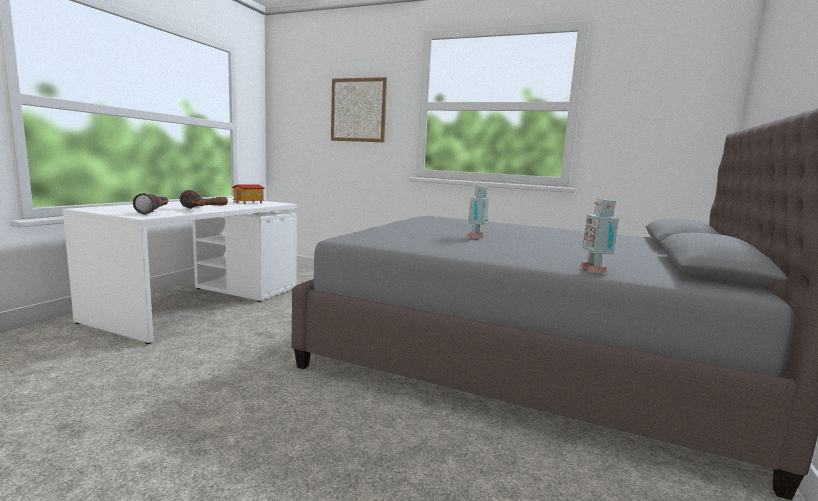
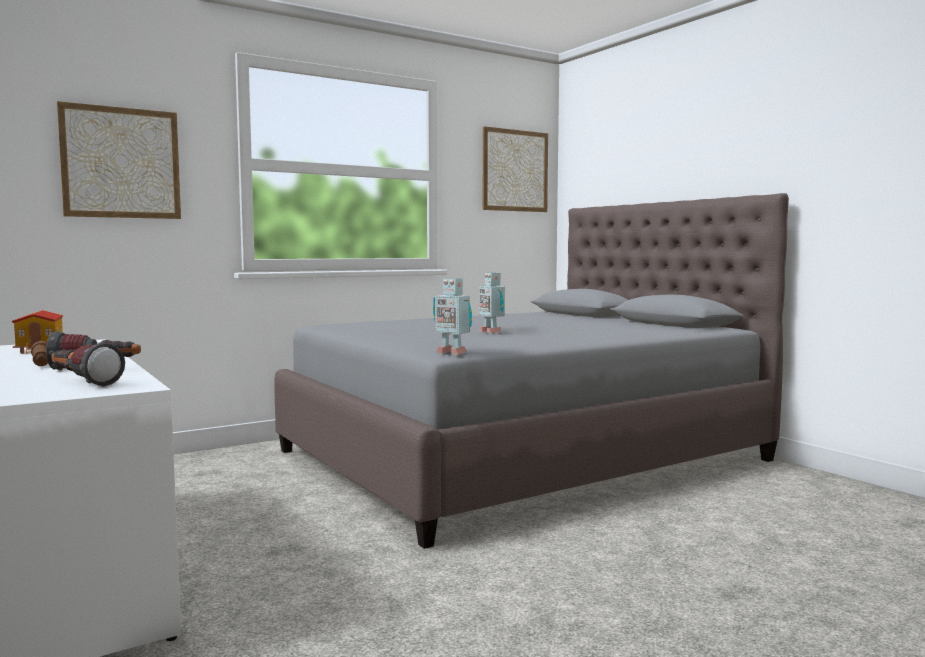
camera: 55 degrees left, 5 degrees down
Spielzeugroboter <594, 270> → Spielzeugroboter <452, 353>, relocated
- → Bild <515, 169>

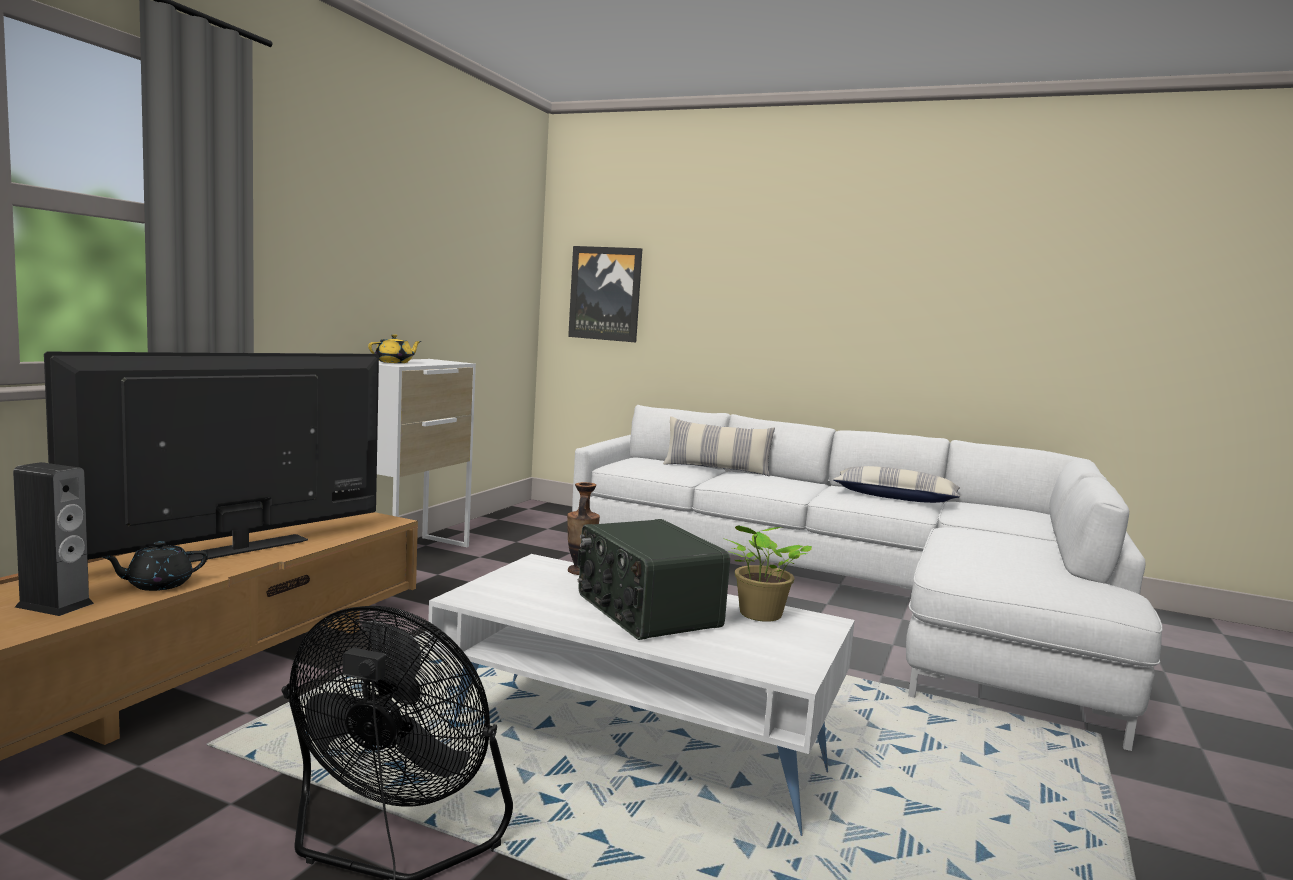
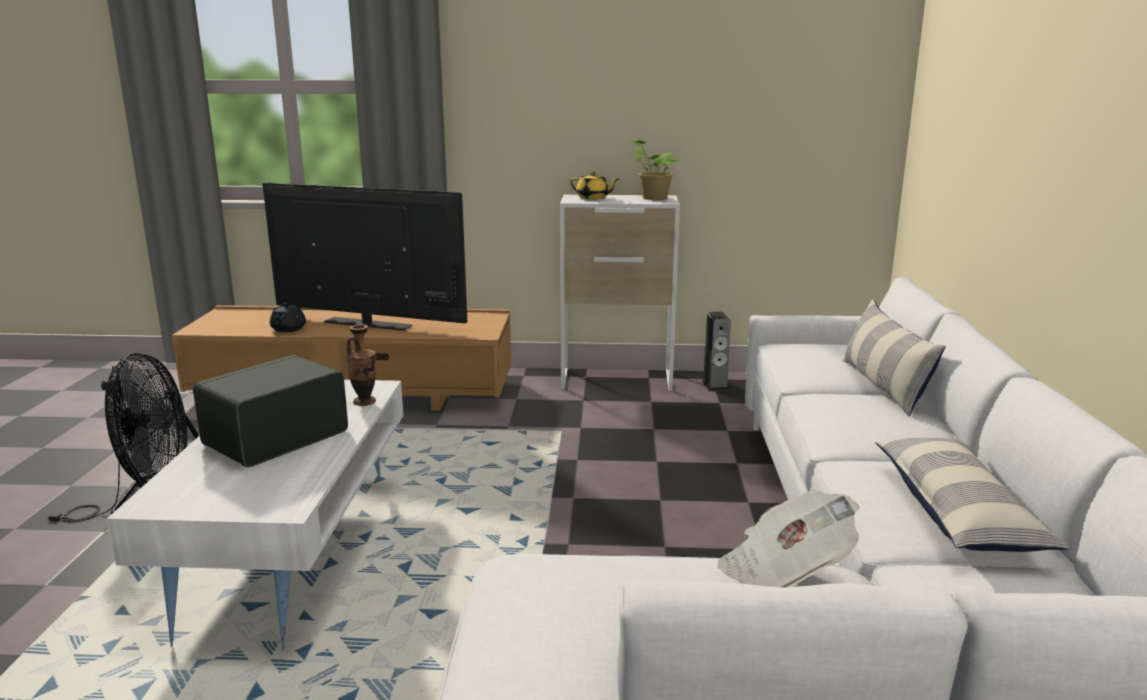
camera: 70 degrees right, 10 degrees up
Lautsprecher <54, 605> → Lautsprecher <714, 385>, relocated
Teekanne (schwarz) <158, 585> → Teekanne (schwarz) <288, 329>, 120 degrees counterclockwise
Bild <605, 293> → -
Topfpflanze <758, 615> → Topfpflanze <652, 198>, relocated
- → Zeitung <784, 571>

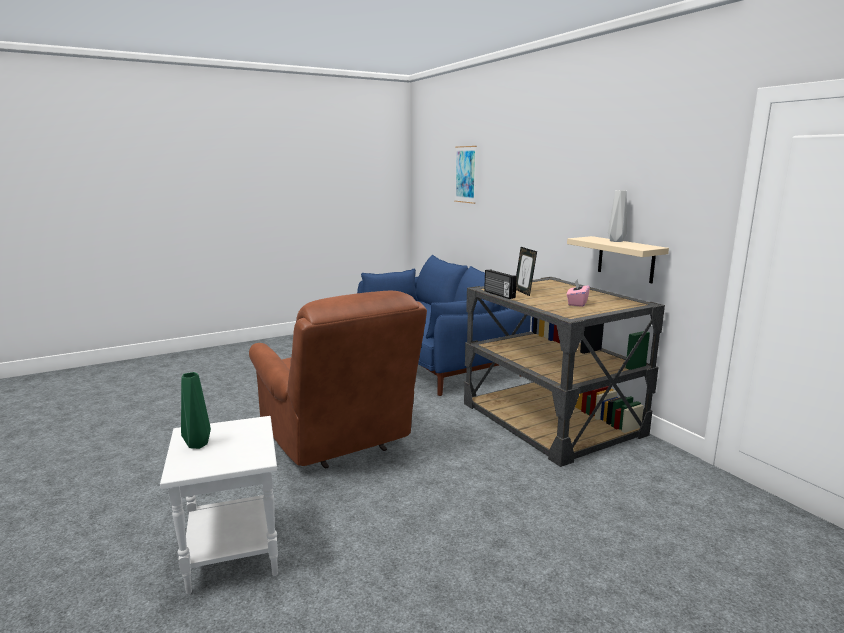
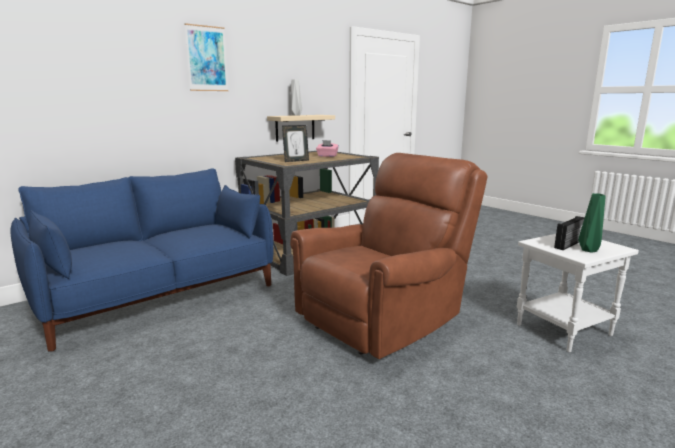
camera: 100 degrees left, 0 degrees up
Bild <465, 174> → Bild <207, 58>, relocated
Radio <498, 294> → Radio <569, 244>, relocated

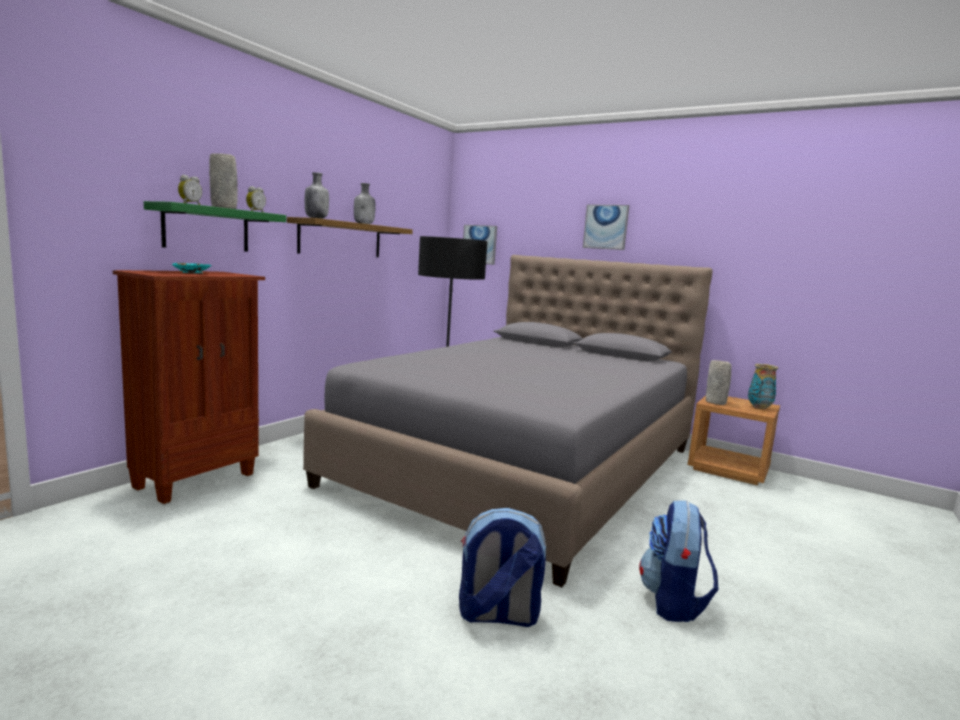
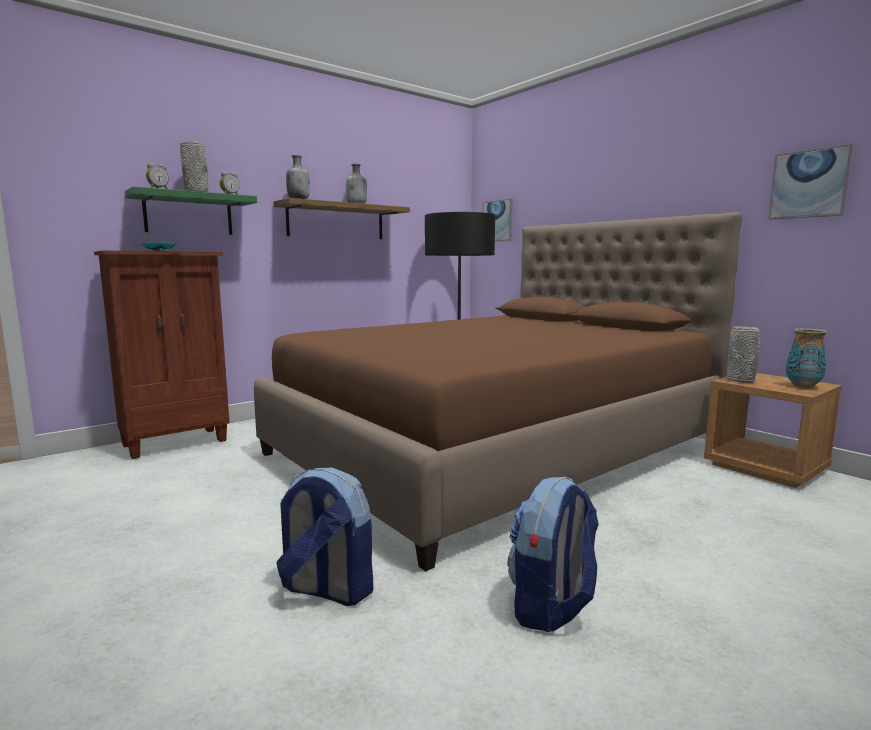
camera: 20 degrees right, 0 degrees up
Bett (grau) <524, 466> → Bett (braun) <496, 449>
Bild <606, 227> → Bild <809, 184>, relocated

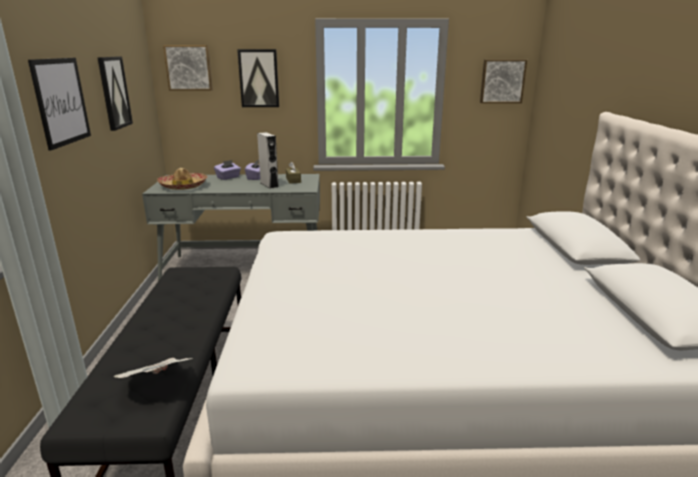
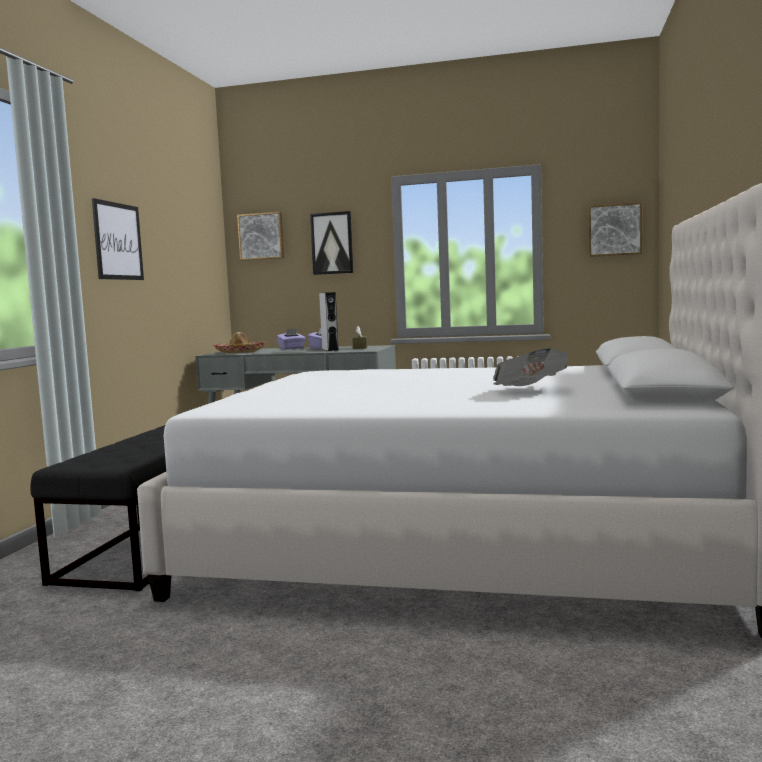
camera: 15 degrees right, 15 degrees down
Bild <114, 92> → -
Zeitung <159, 382> → Zeitung <530, 390>, relocated

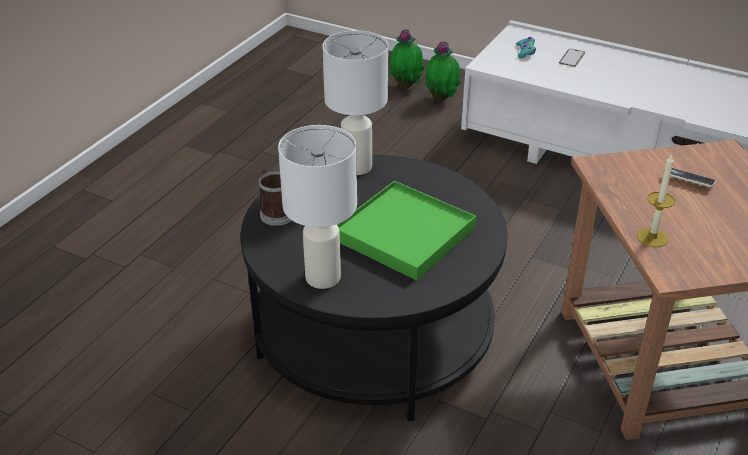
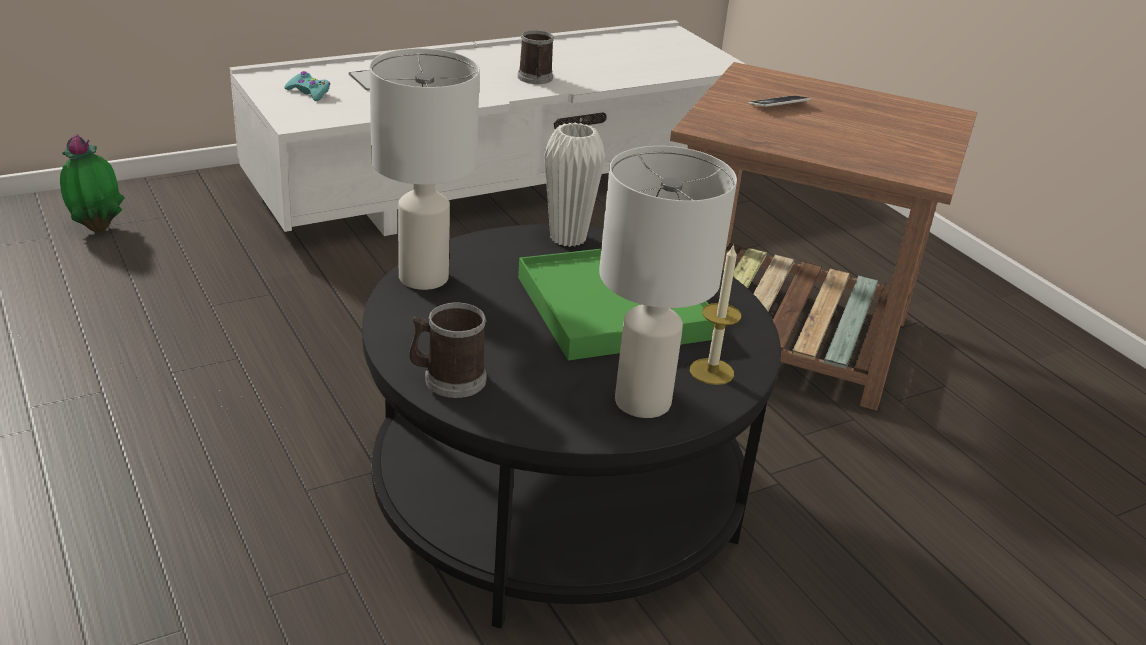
camera: 60 degrees left, 5 degrees down
Topfpflanze <442, 99> → -
Kerze <652, 237> → Kerze <711, 371>, relocated
- → Henkelbecher <535, 79>
- → Vase (weiß) <568, 238>

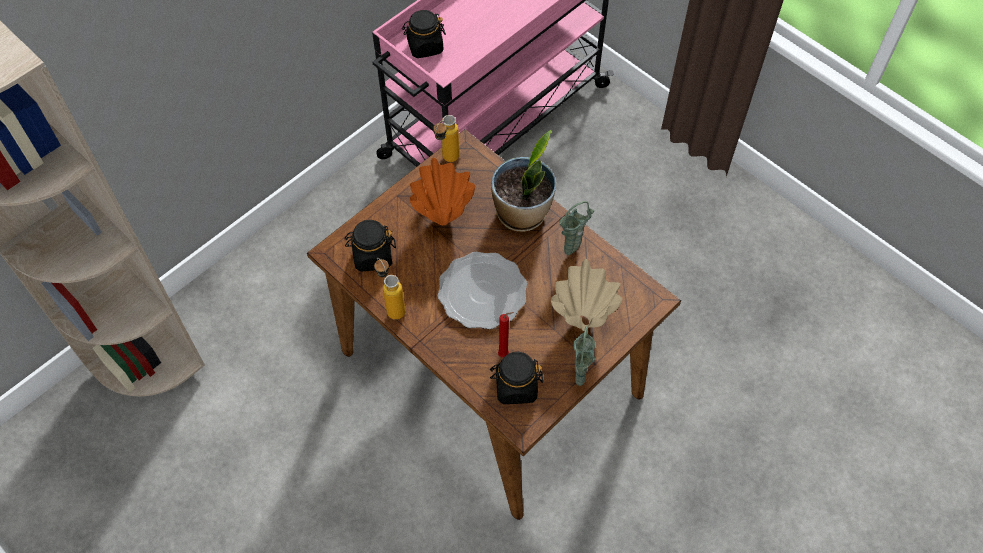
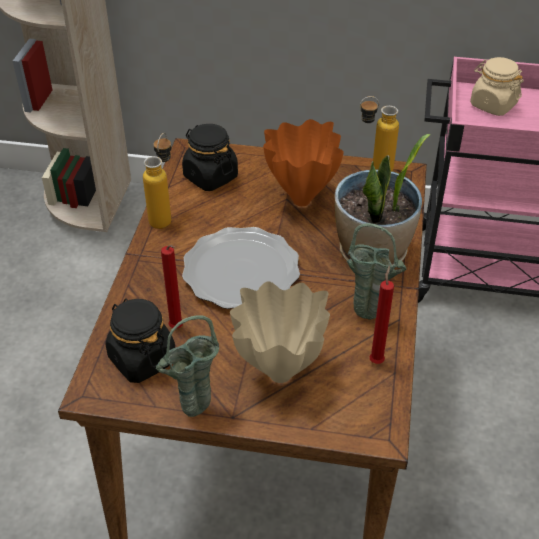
camera: 55 degrees right, 15 degrees down
Vorratsglas (schwarz) <425, 46> → Vorratsglas (beige) <492, 105>
- → Kerze (rot) <376, 360>

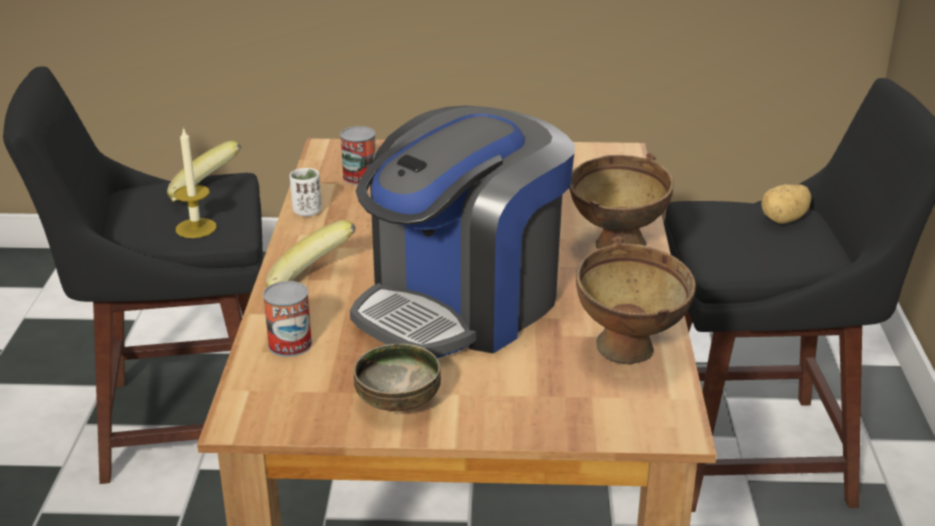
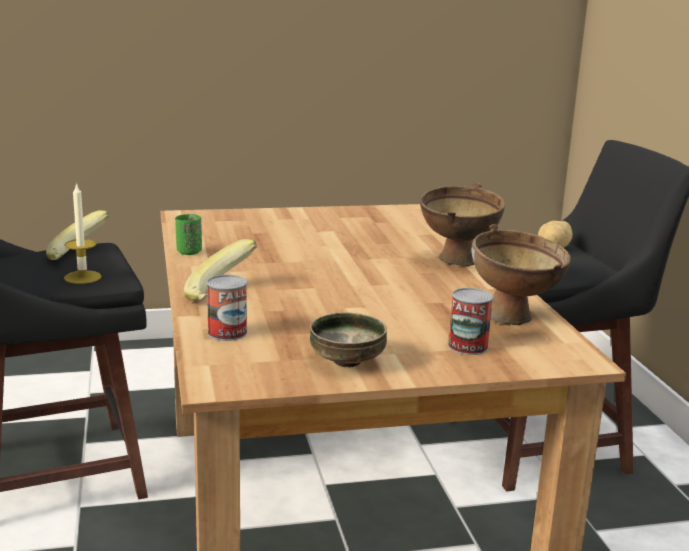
camera: 15 degrees left, 10 degrees down
Tasse (weiß) <307, 211> → Tasse (grün) <189, 252>
Dose <359, 177> → Dose <468, 346>, relocated
Kaffeemaschine <462, 305> → -

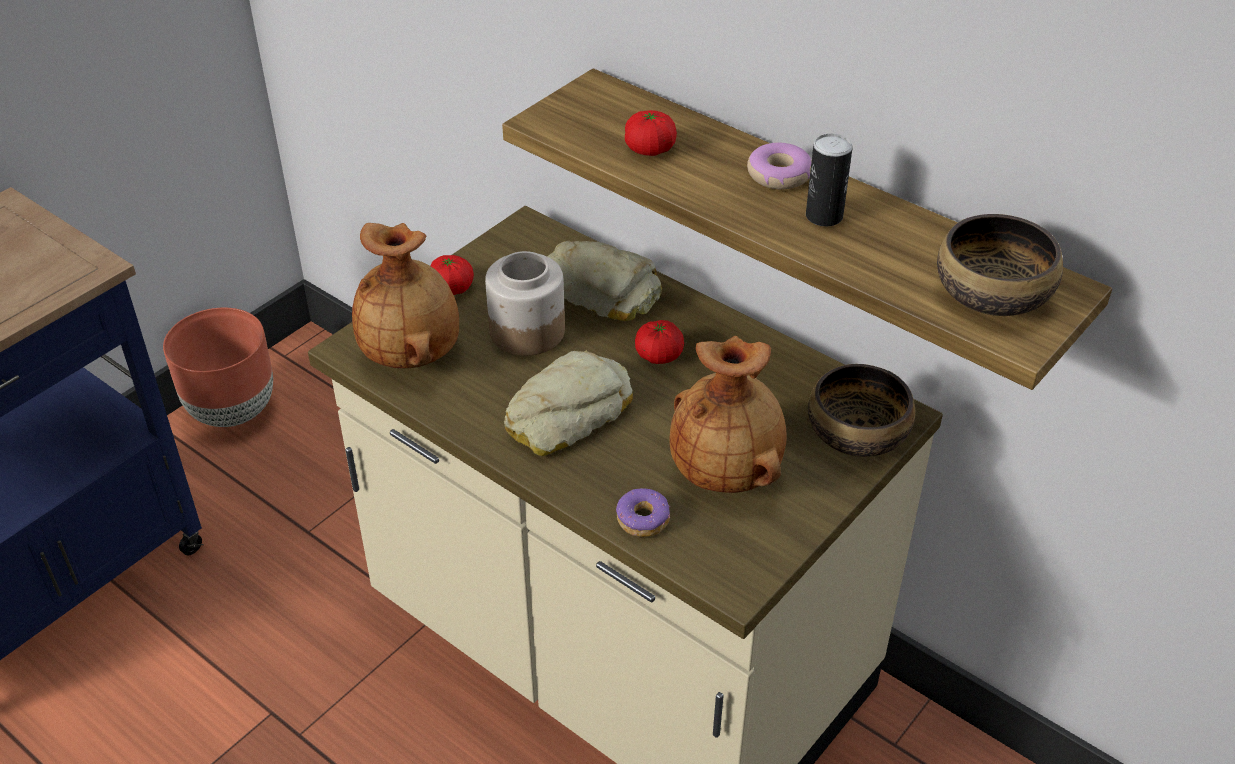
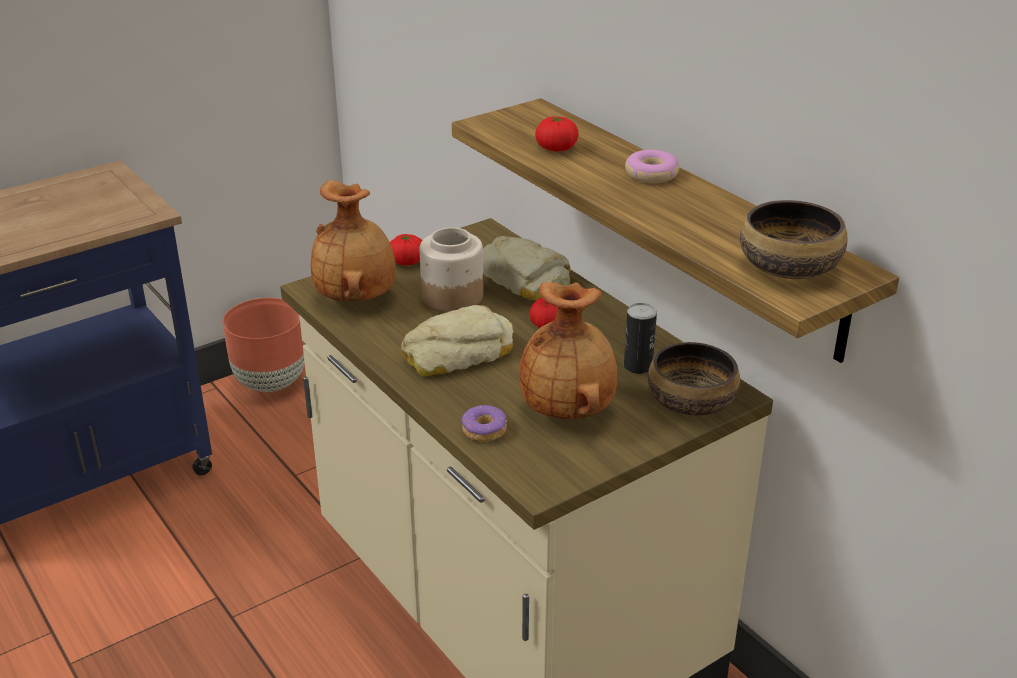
camera: 15 degrees right, 10 degrees down
Dose <824, 216> → Dose <638, 366>, relocated

